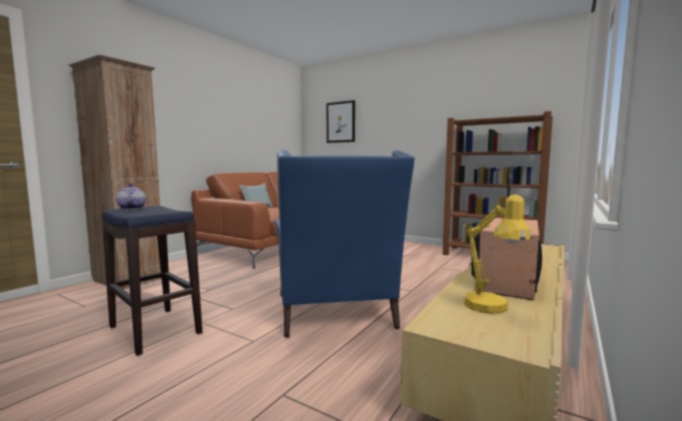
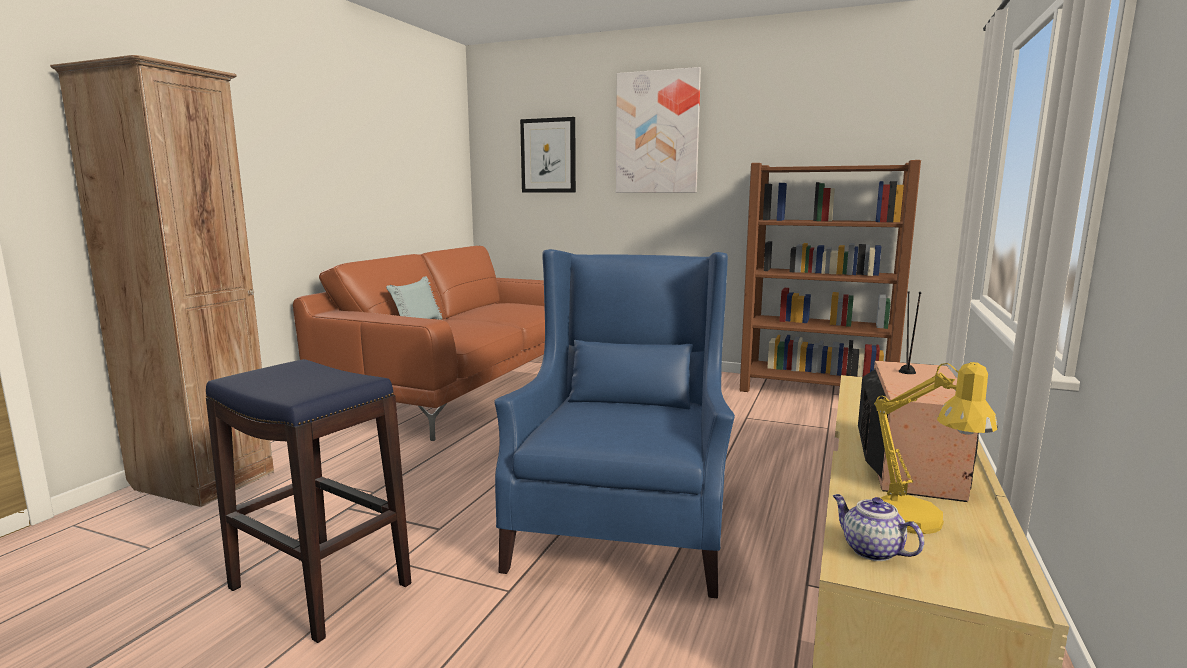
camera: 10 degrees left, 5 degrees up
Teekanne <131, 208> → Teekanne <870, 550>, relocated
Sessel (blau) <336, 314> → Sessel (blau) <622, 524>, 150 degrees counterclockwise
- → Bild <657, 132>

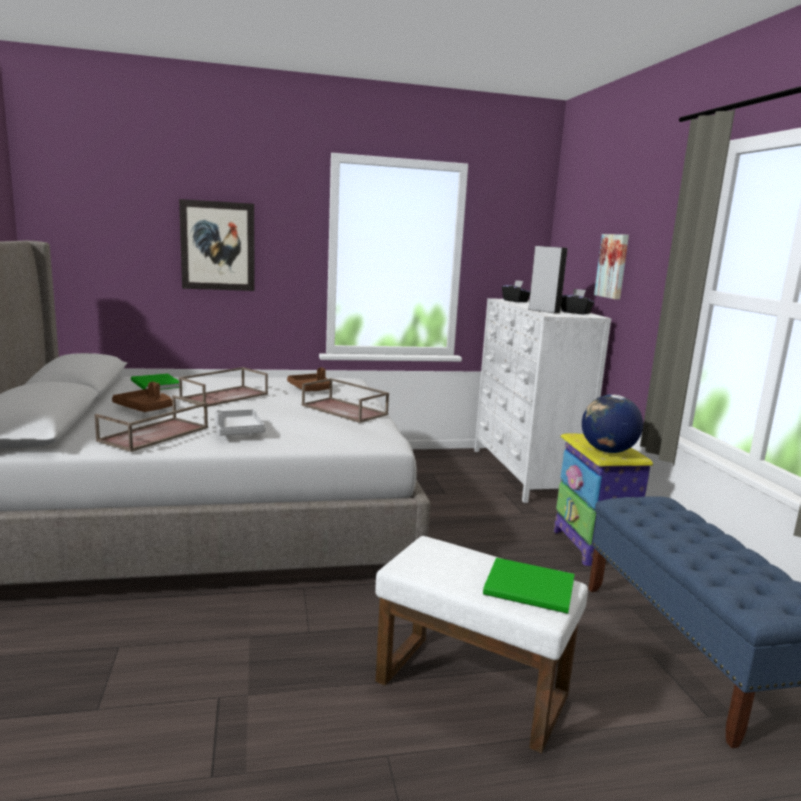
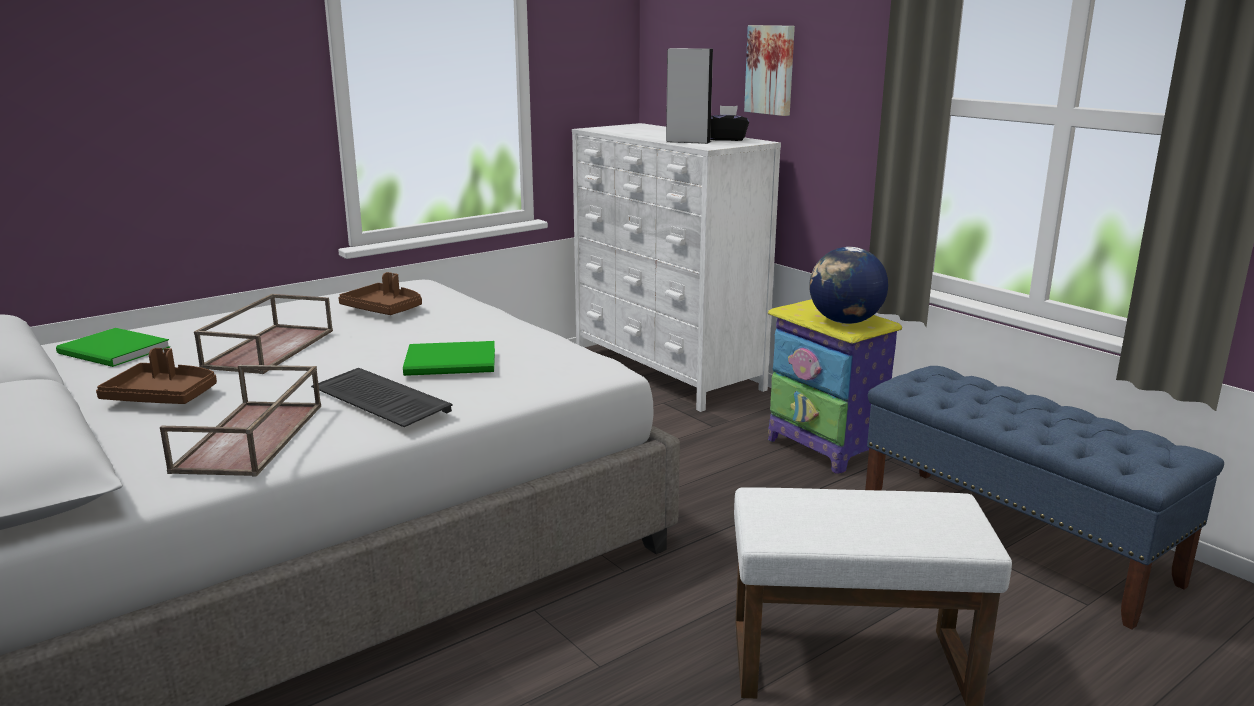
camera: 25 degrees left, 5 degrees up
Bild <218, 246> → -
Tablett (grau) <237, 431> → Tastatur <377, 401>
Tablett (braun) <345, 410> → -
Buch (grün) <531, 589> → Buch (grün) <453, 362>, relocated
Taschentuchbox (schwarz) <515, 301> → -

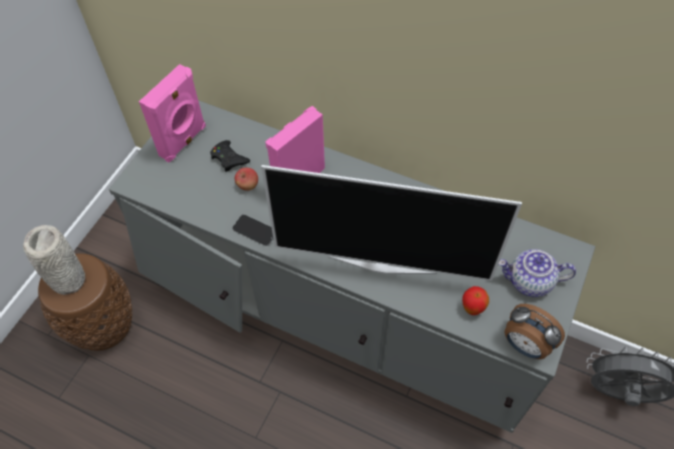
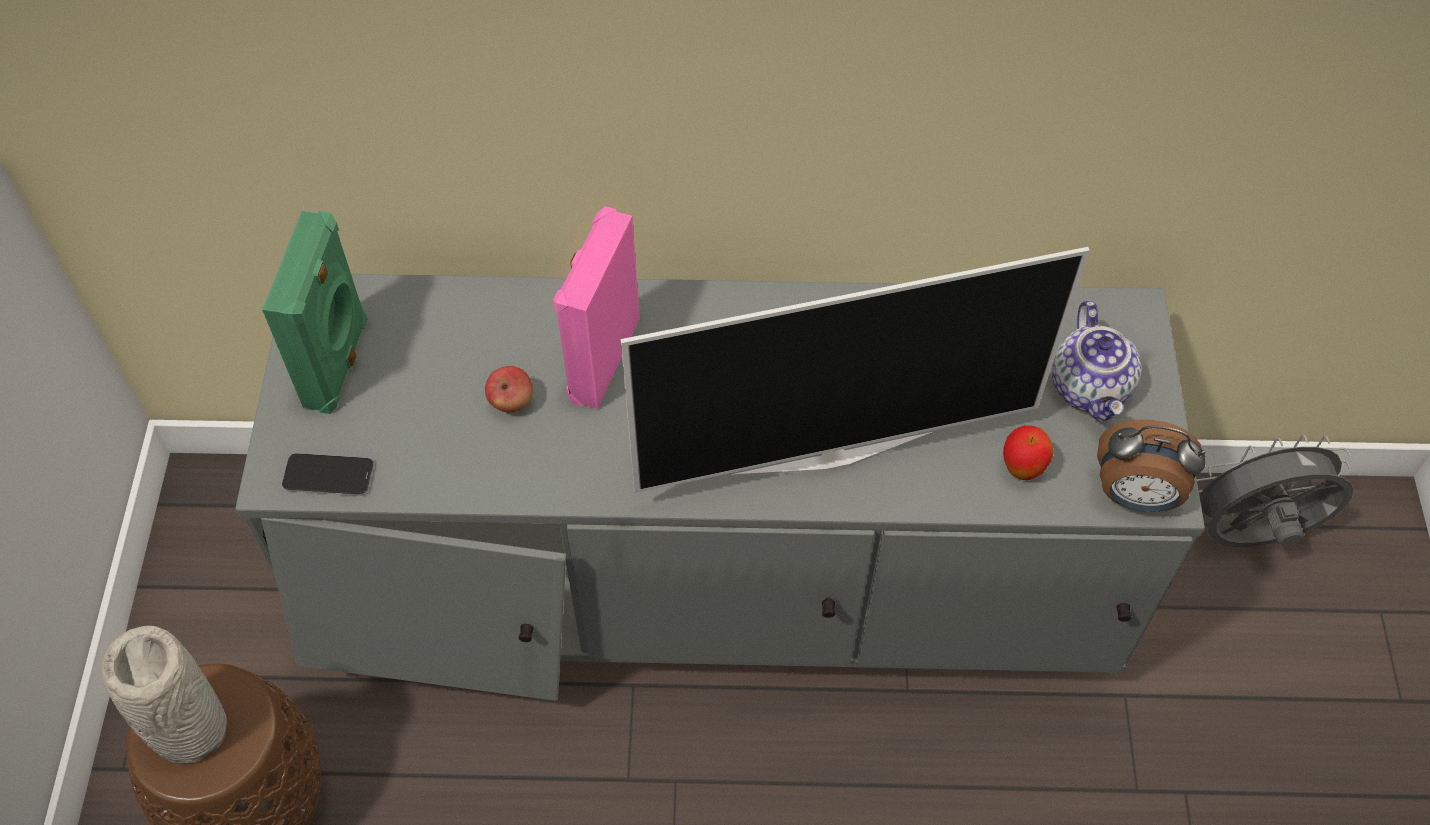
camera: 25 degrees left, 0 degrees up
Lautsprecher (rosa) <184, 141> → Lautsprecher (grün) <339, 363>
Gamepad (schwarz) <229, 158> → -
Handy <255, 231> → Handy <328, 476>, relocated
Teekanne <529, 282> → Teekanne <1091, 388>, 75 degrees counterclockwise

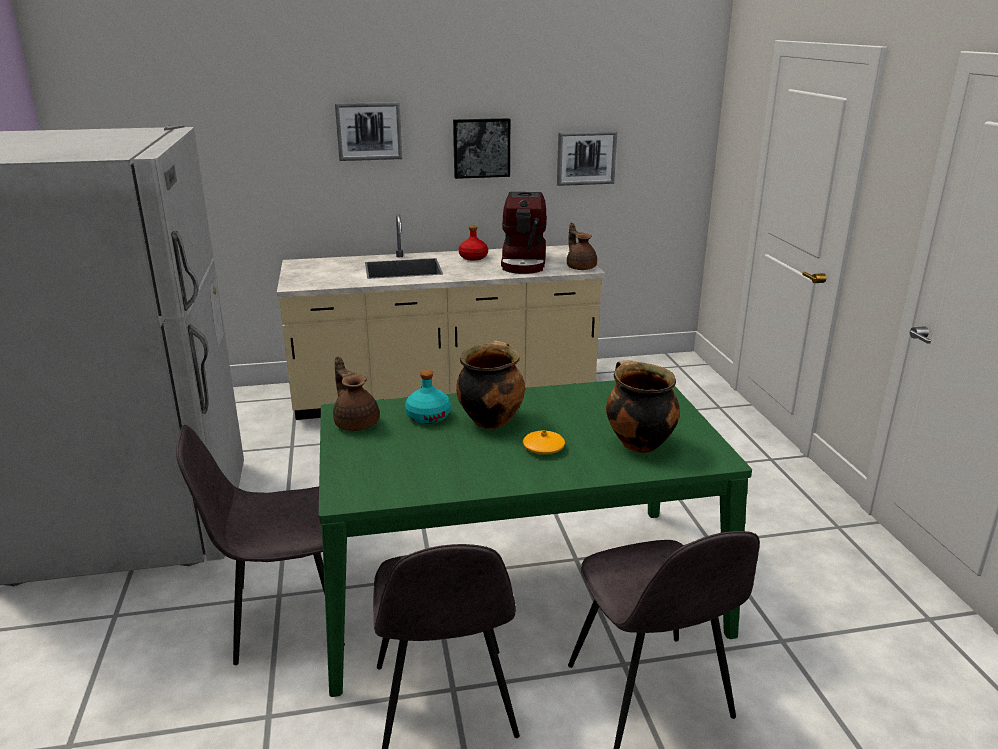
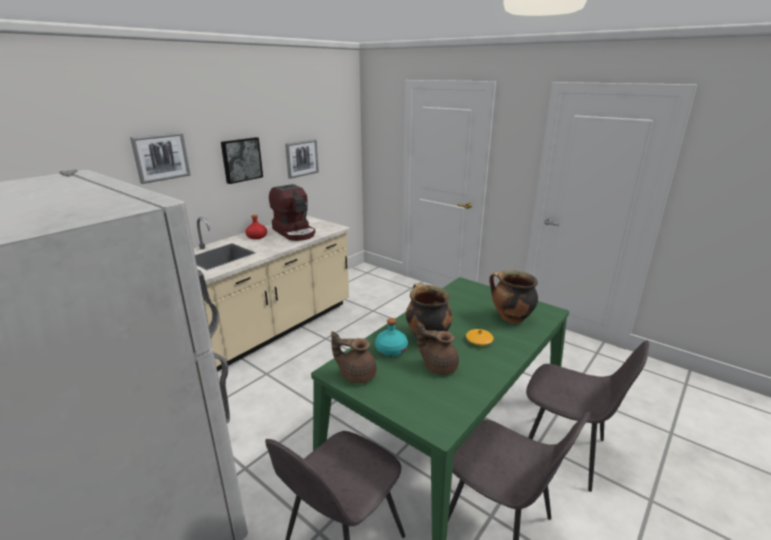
camera: 40 degrees left, 0 degrees up
Teekanne (braun) <580, 267> → Teekanne (braun) <438, 366>, relocated

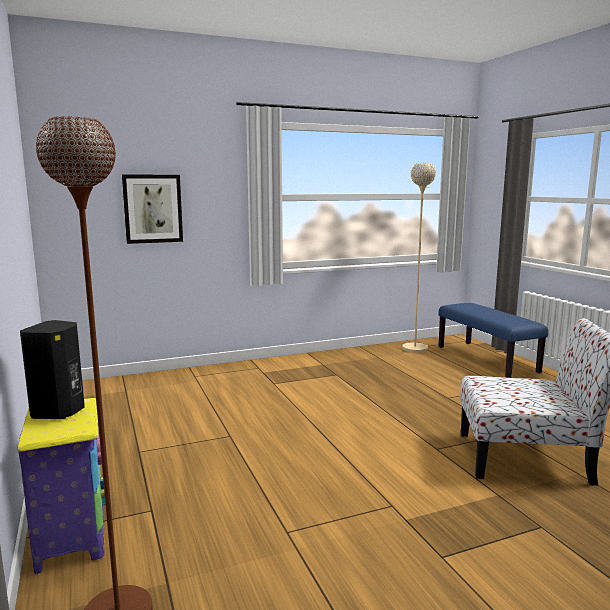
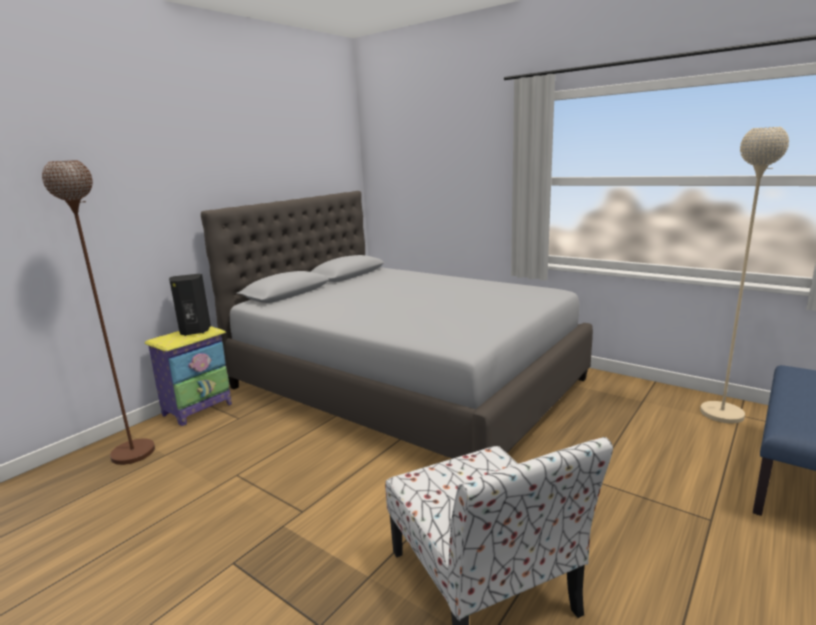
camera: 60 degrees right, 5 degrees up
Bild <153, 208> → -
- → Bett (grau) <404, 383>

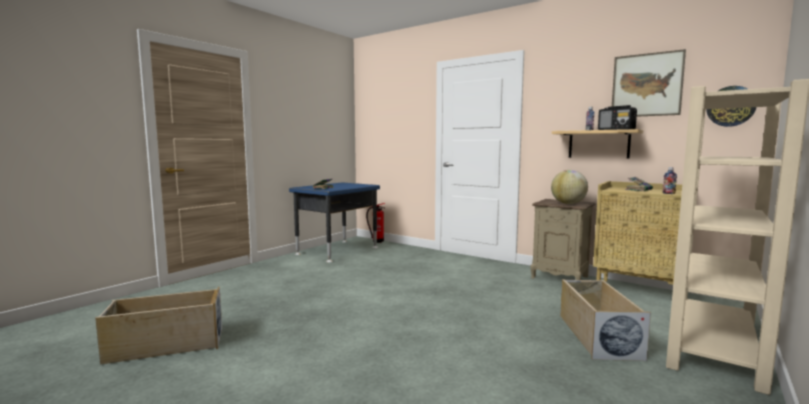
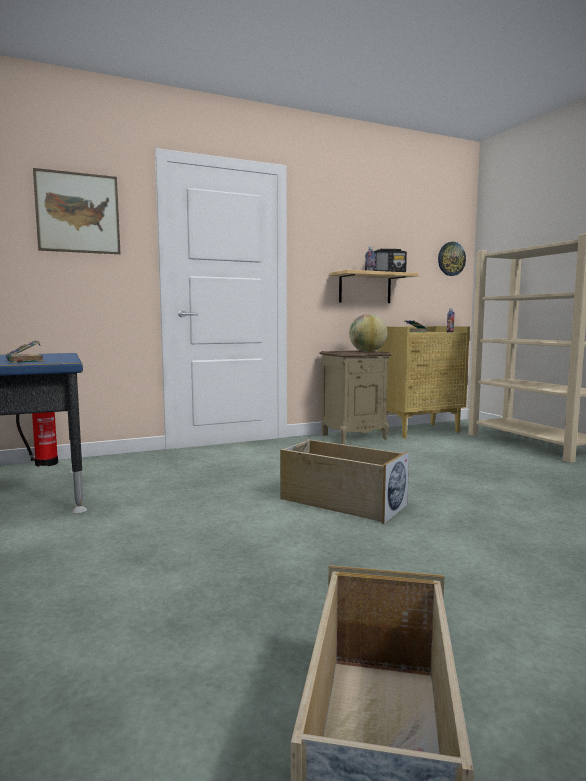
camera: 60 degrees left, 0 degrees up
Aufbewahrungsbox (beige) <597, 335> → Aufbewahrungsbox (beige) <341, 502>, relocated
Bild <646, 85> → Bild <78, 213>, relocated

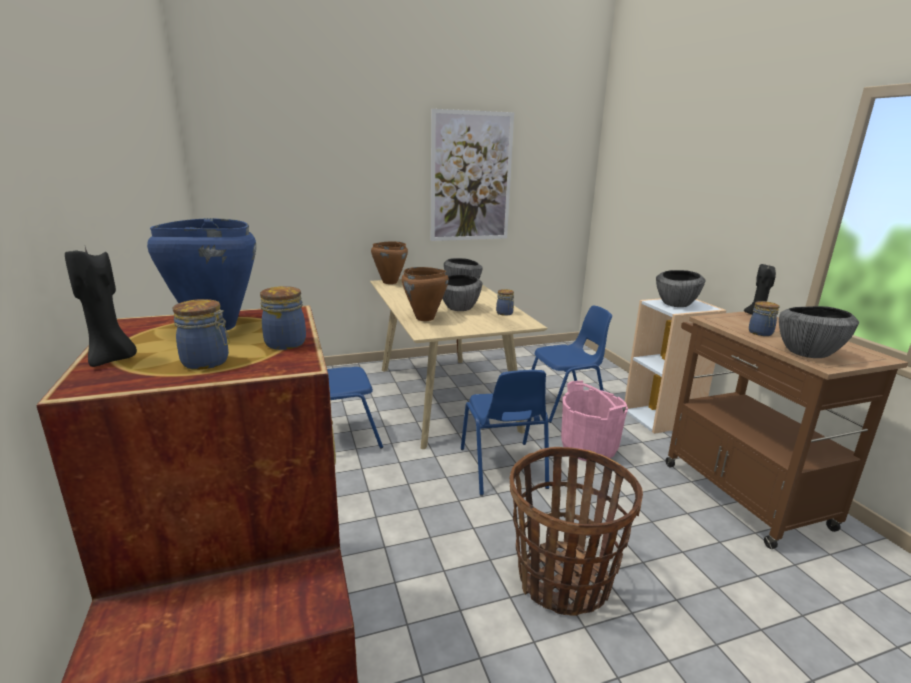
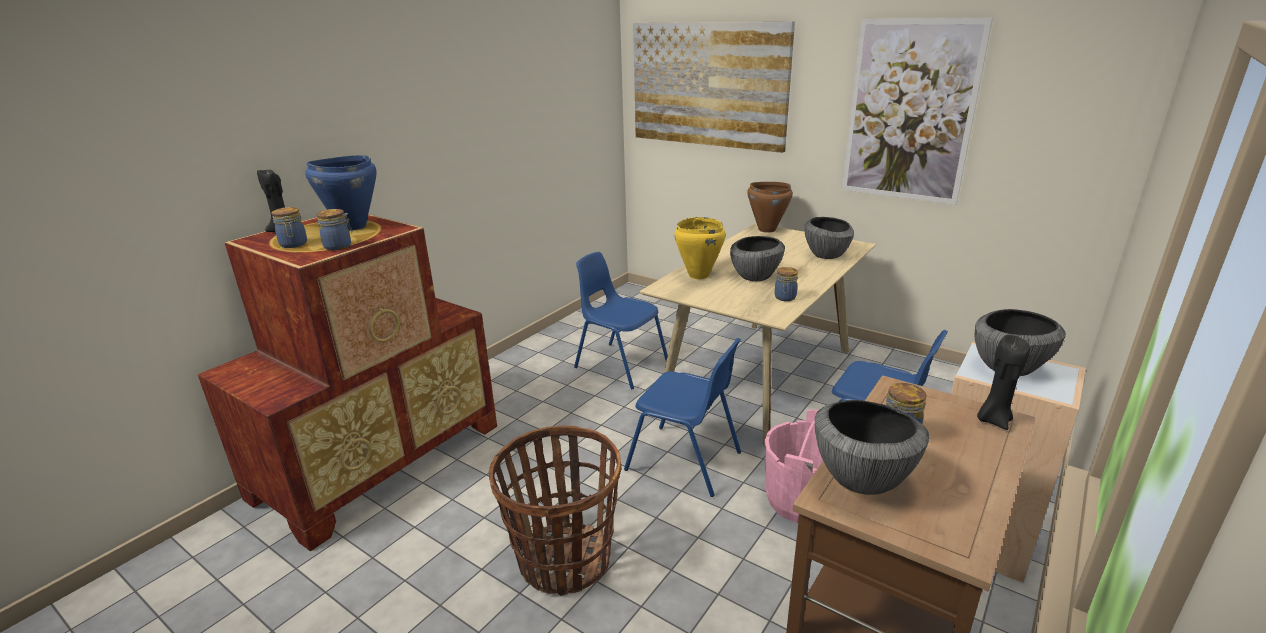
camera: 55 degrees right, 5 degrees up
Kochtopf (braun) <425, 318> → Kochtopf (gelb) <698, 275>
Stuhl (blau) <503, 468> → Stuhl (blau) <685, 461>, 105 degrees counterclockwise
- → Bild <708, 85>

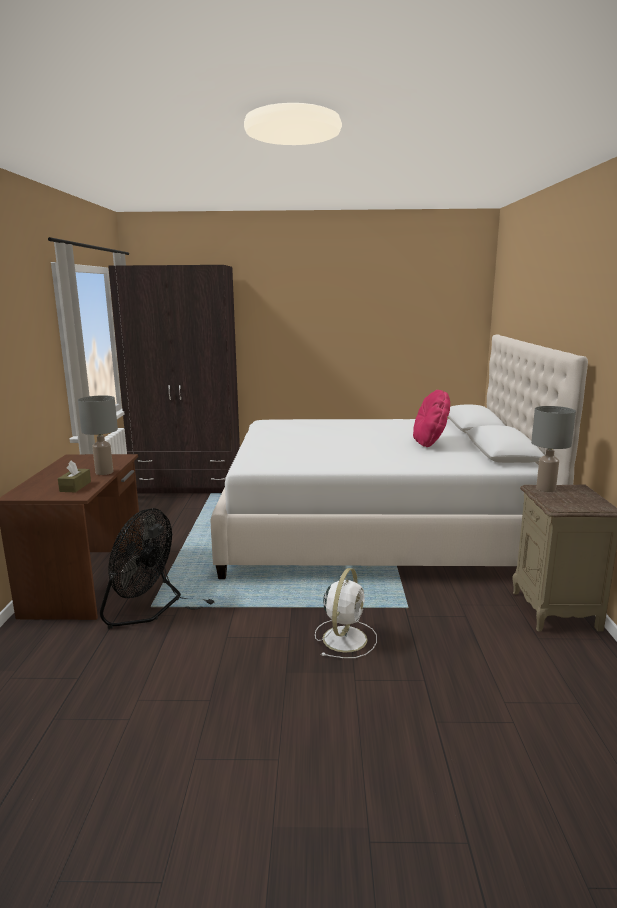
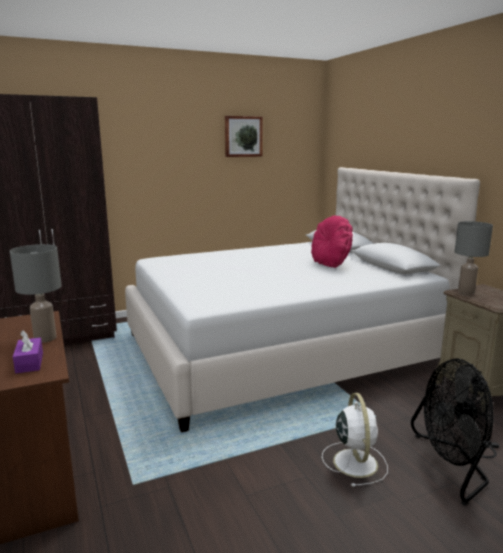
camera: 25 degrees left, 0 degrees up
Taschentuchbox (braun) <75, 486> → Taschentuchbox (lila) <29, 363>
Ventilator (schwarz) <157, 605> → Ventilator (schwarz) <456, 463>, relocated
- → Bild <243, 136>

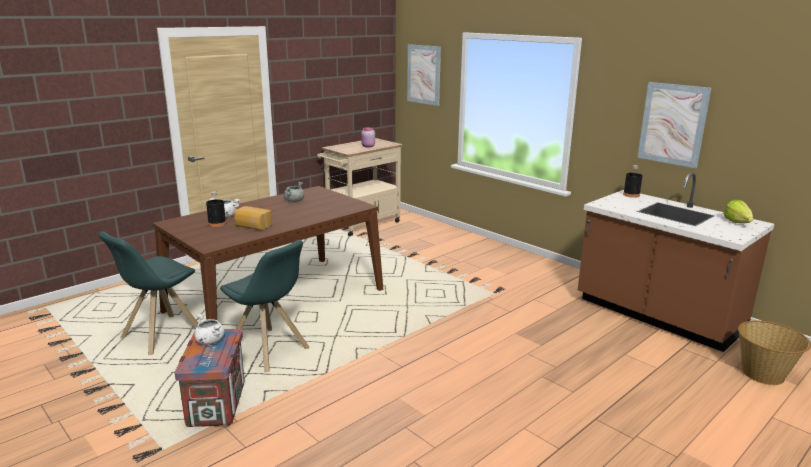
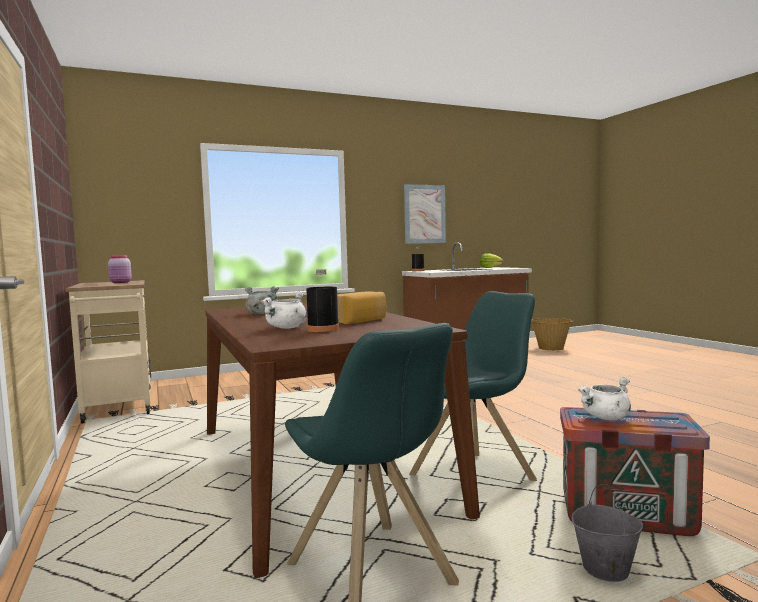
camera: 70 degrees left, 15 degrees down
Bild <424, 74> → -
- → Eimer (grau) <605, 570>

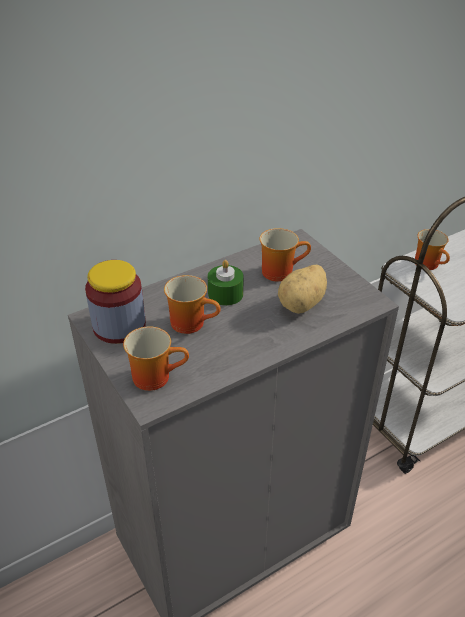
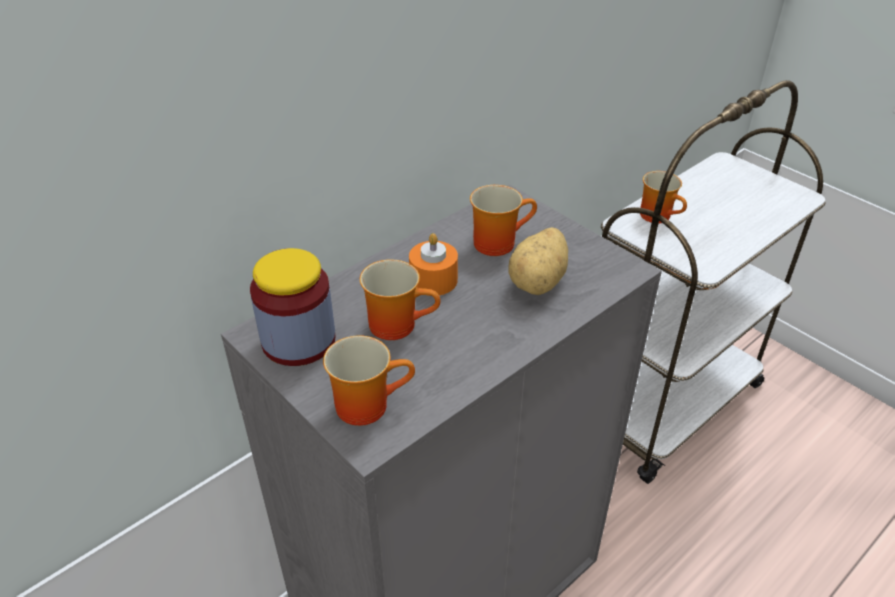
camera: 10 degrees left, 0 degrees up
Kerze (grün) <225, 294> → Kerze (orange) <433, 280>

